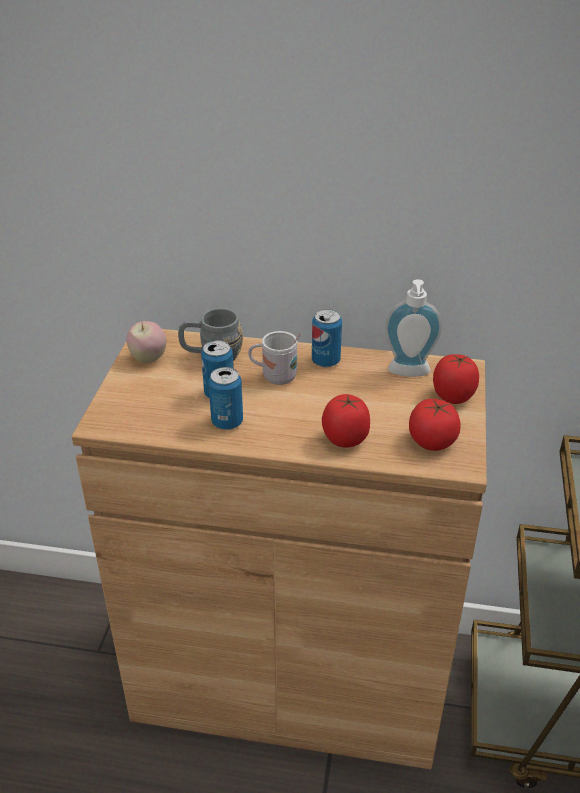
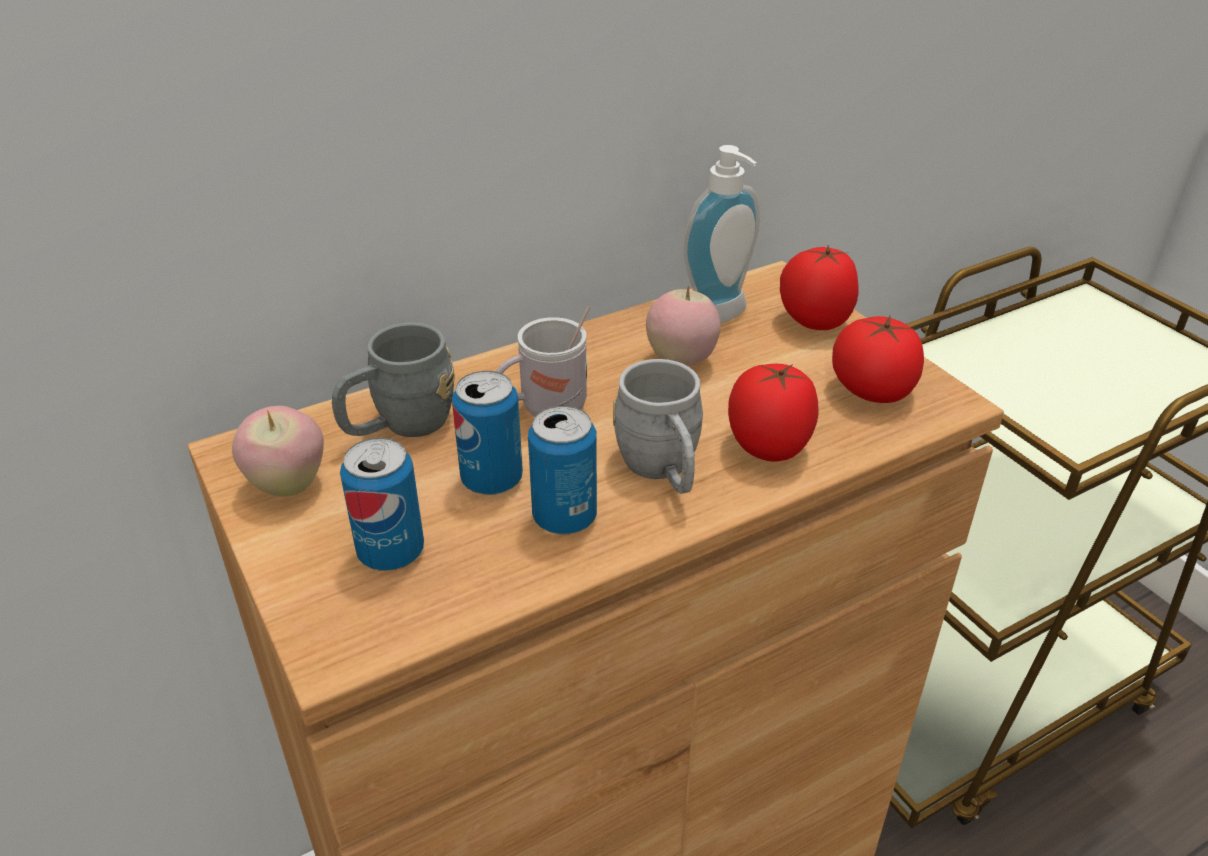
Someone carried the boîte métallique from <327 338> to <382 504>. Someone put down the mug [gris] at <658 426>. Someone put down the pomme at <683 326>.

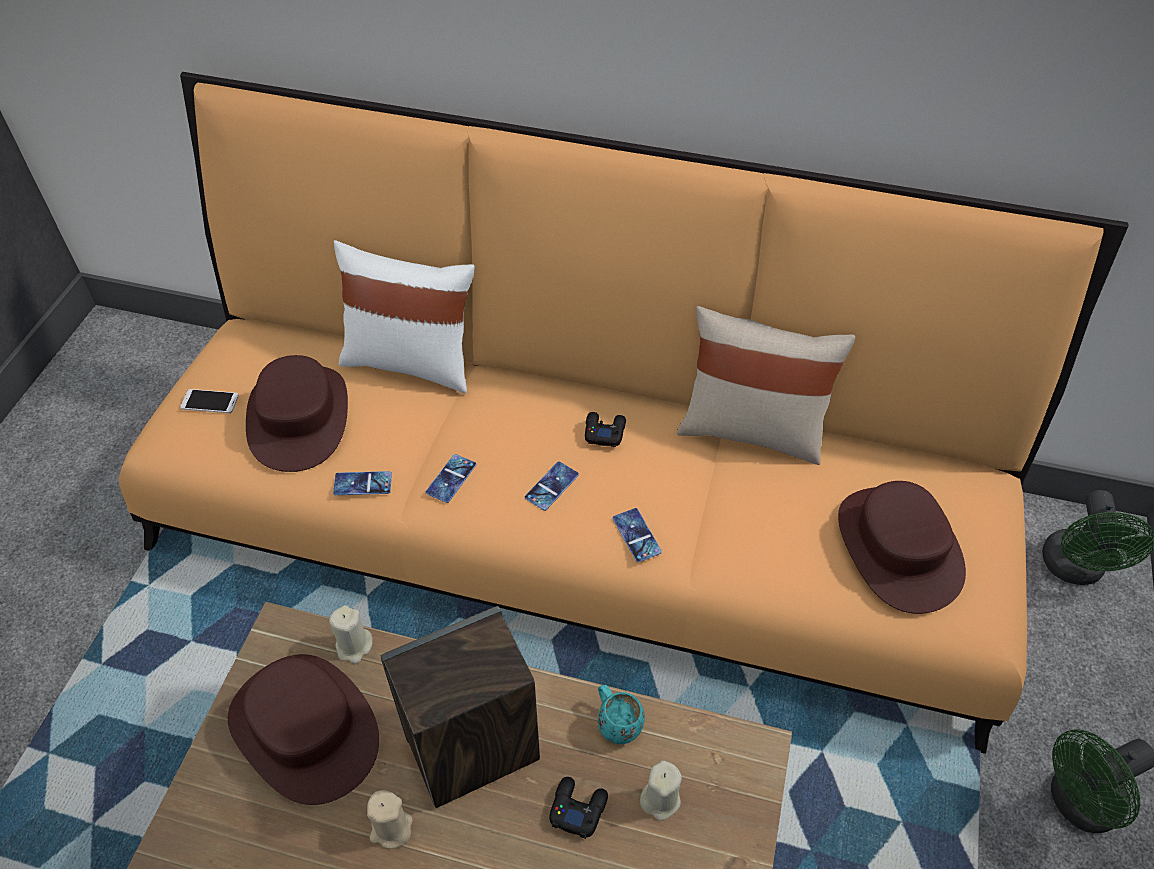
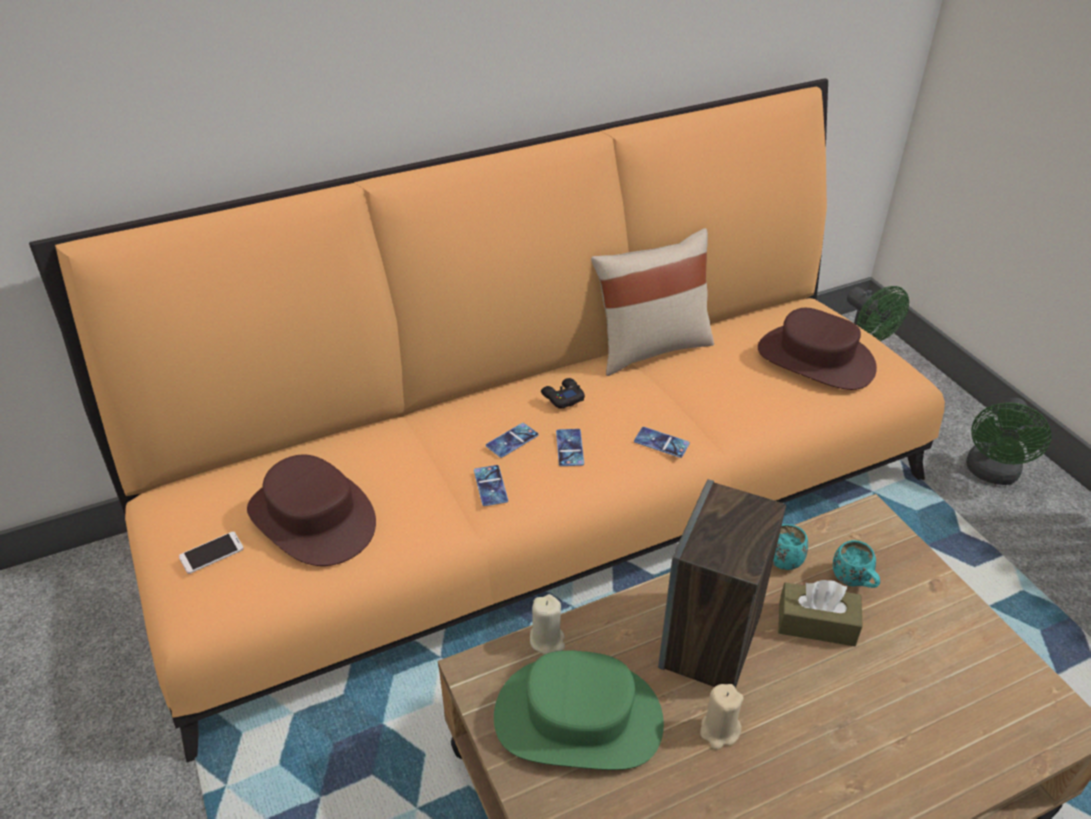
Someone repainted the chapeau [marron] at <303 729>, which became the chapeau [vert] at <579 710>. Someone carried the téléphone from <362 483> to <512 440>. Someone took away the coussin [blanc] at <404 316>. Someone swapped the manette [noir] at <578 808> for the boîte à mouchoirs [marron] at <820 613>. Someone swapped the bougie [beige] at <661 790> for the mug [turquoise] at <856 564>.

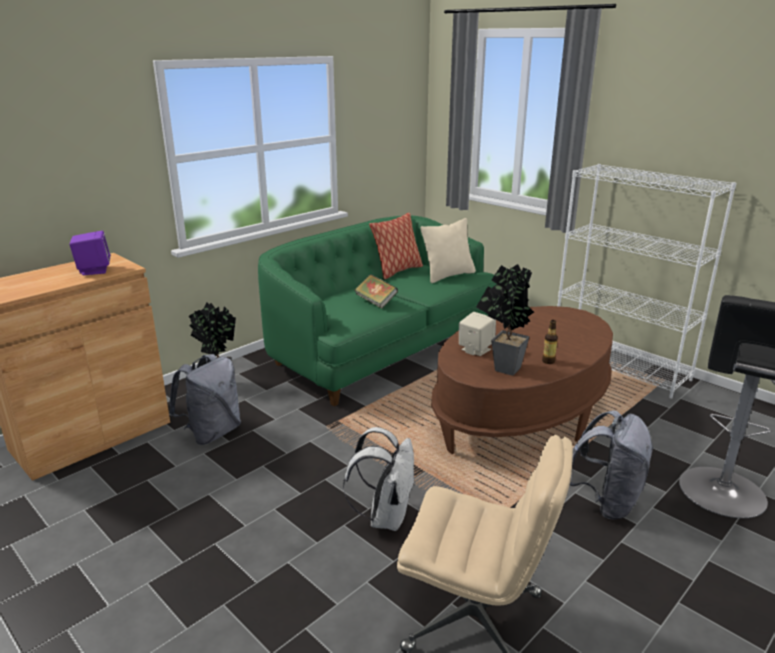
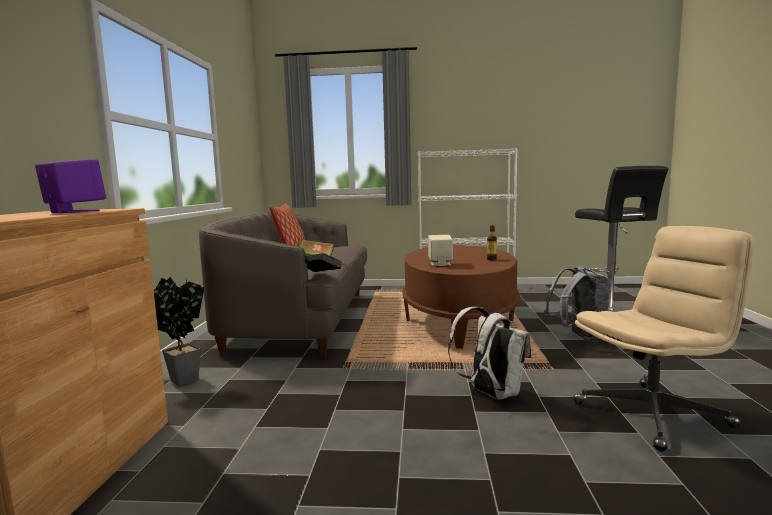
Someone took away the sac à dos [gris] at <205 399>. Someone repainted the canapé [vert] at <377 311>, which became the canapé [gris] at <283 284>. Someone took away the coussin [beige] at <448 250>. Someone took away the plante en pot at <505 320>. Someone put down the livre at <323 262>.

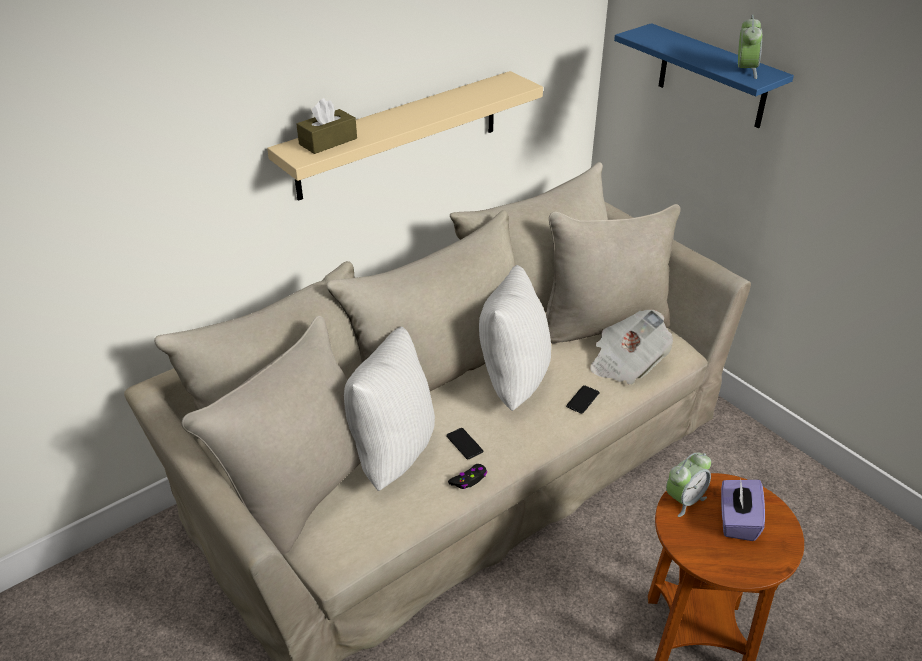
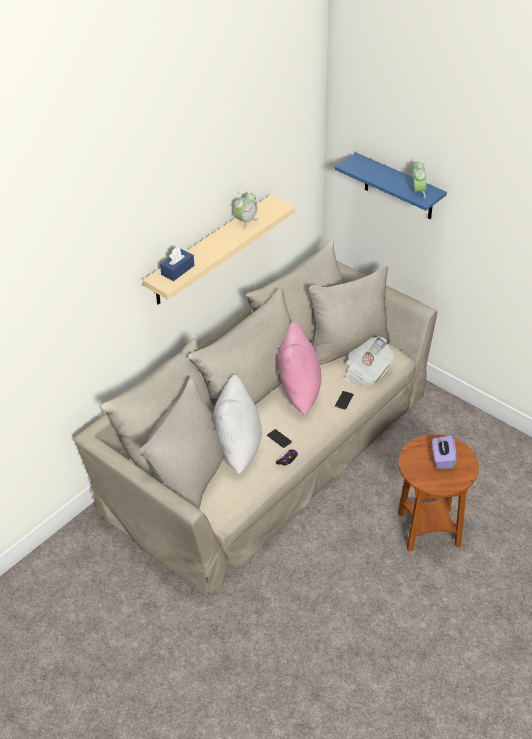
Someone repainted the boîte à mouchoirs [marron] at <326 126>, which became the boîte à mouchoirs [bleu] at <177 264>. Someone repainted the coussin [blanc] at <515 338>, which became the coussin [rose] at <299 368>. Someone carried the réveil from <688 484> to <246 210>.

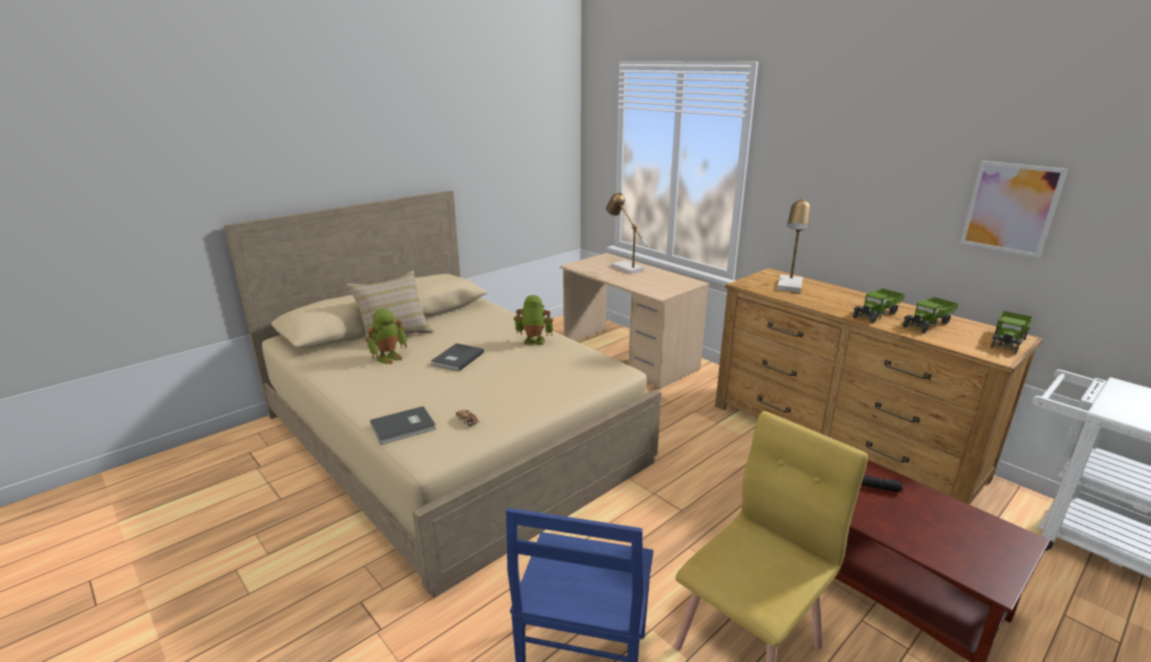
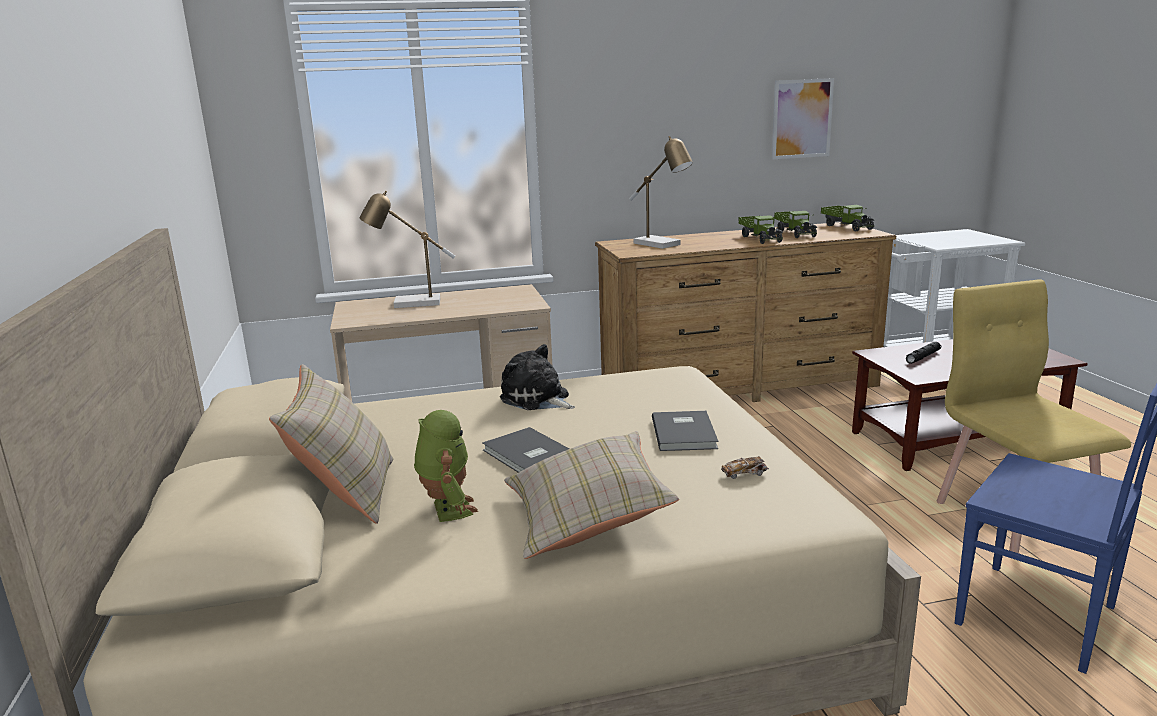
Someone carried the livre [gris] from <403 425> to <685 431>. Someone swapped the robot jouet at <533 320> for the peluche at <537 377>. Someone put down the coussin [beige] at <591 495>.

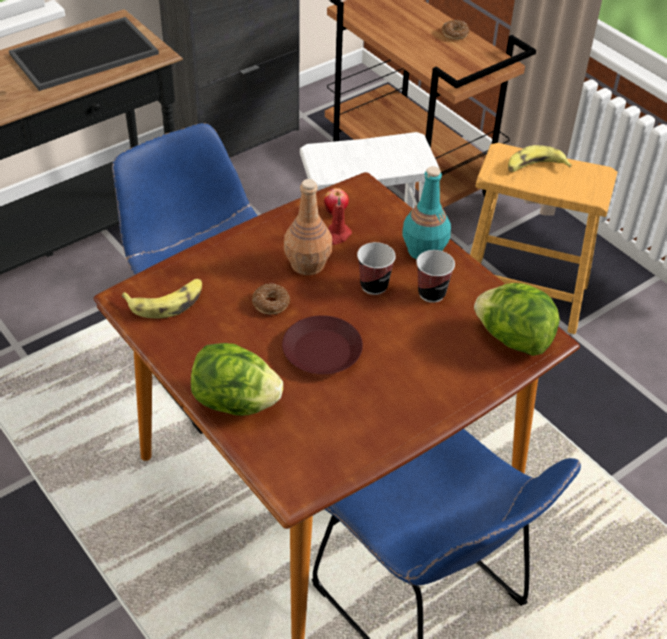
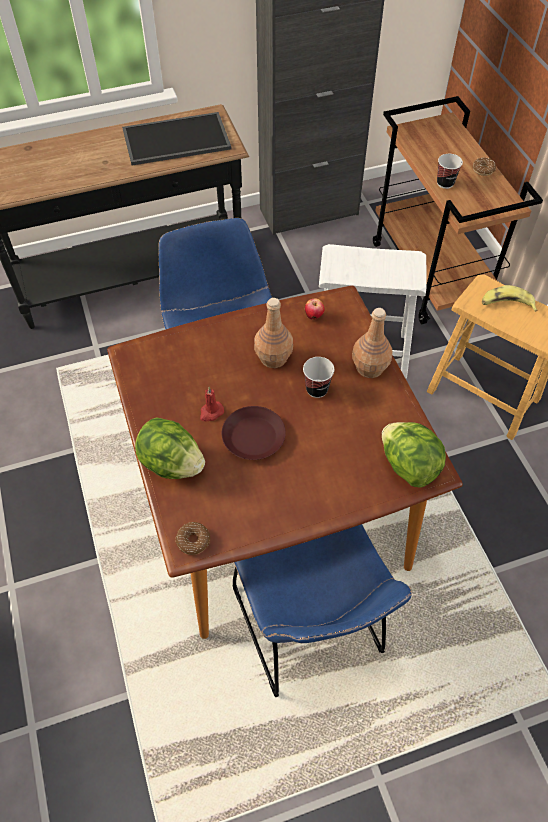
Someone took away the banane at <162 298>. Someone carried the beignet from <271 299> to <192 538>. Someone carried the bougie [rouge] from <340 220> to <212 404>. Someone repainted the bouteille [turquoise] at <426 213>, which became the bouteille [marron] at <372 343>. Someone carried the tasse from <435 276> to <450 171>.

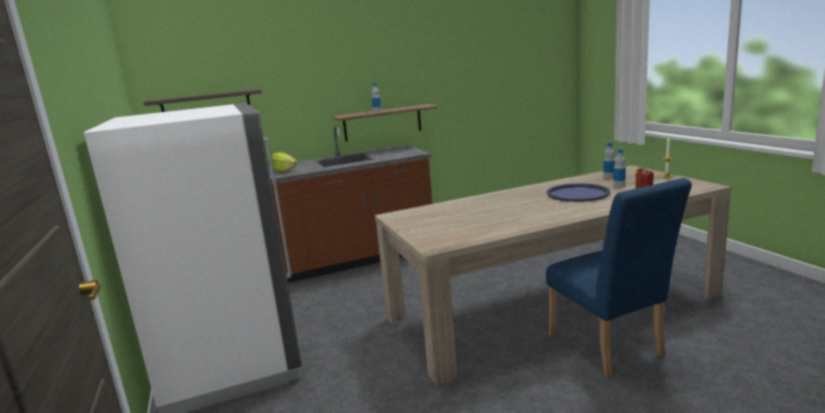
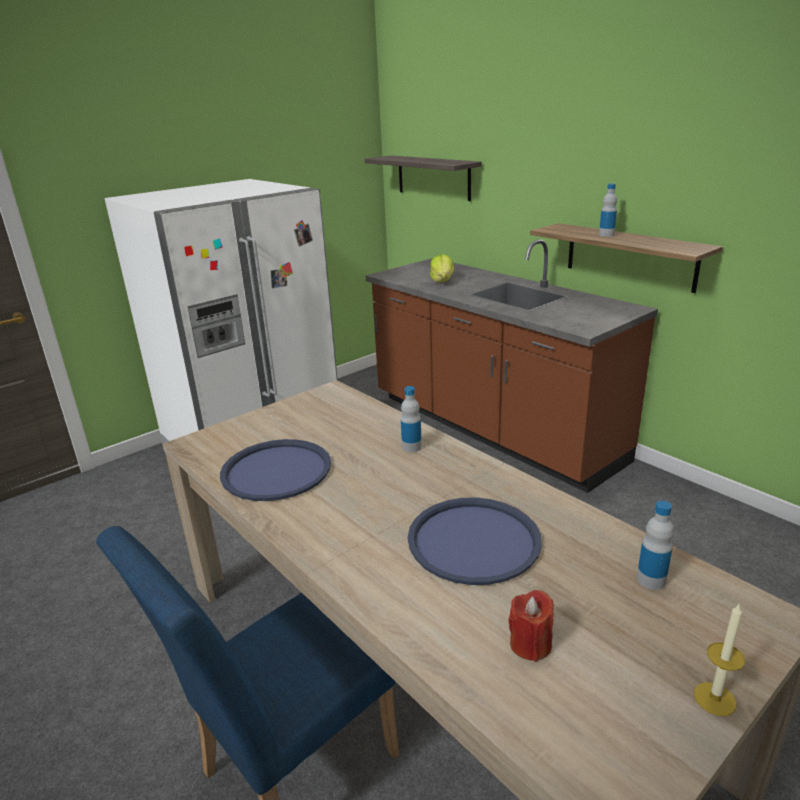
Someone carried the bouteille from <619 167> to <411 419>. Someone put down the plateau [bleu] at <275 470>.

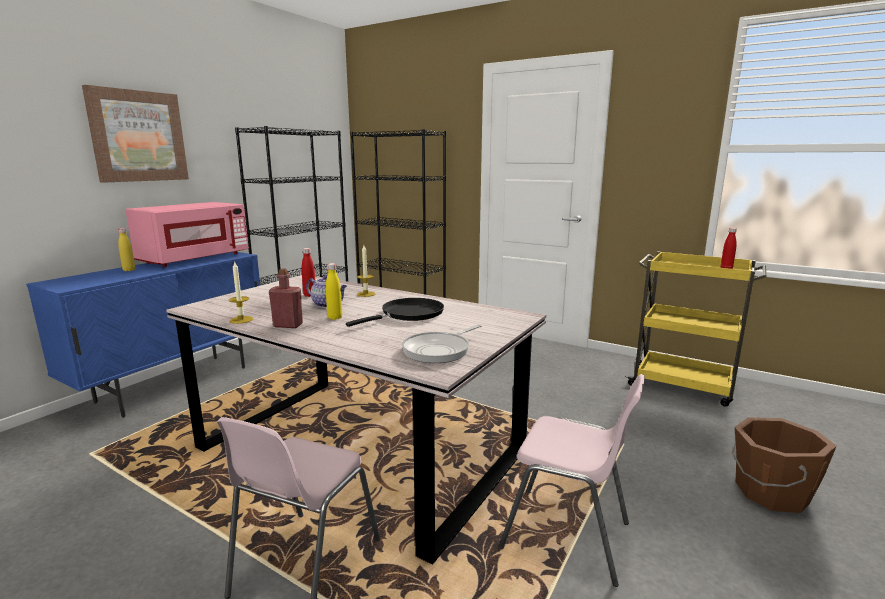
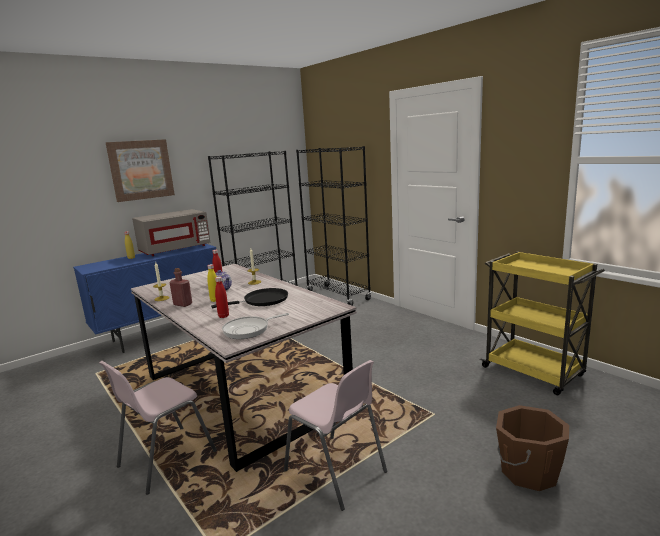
Someone repainted the micro-ondes [rose] at <187 234>, which became the micro-ondes [gris] at <171 232>. Someone carried the bouteille [rouge] from <729 248> to <222 297>.

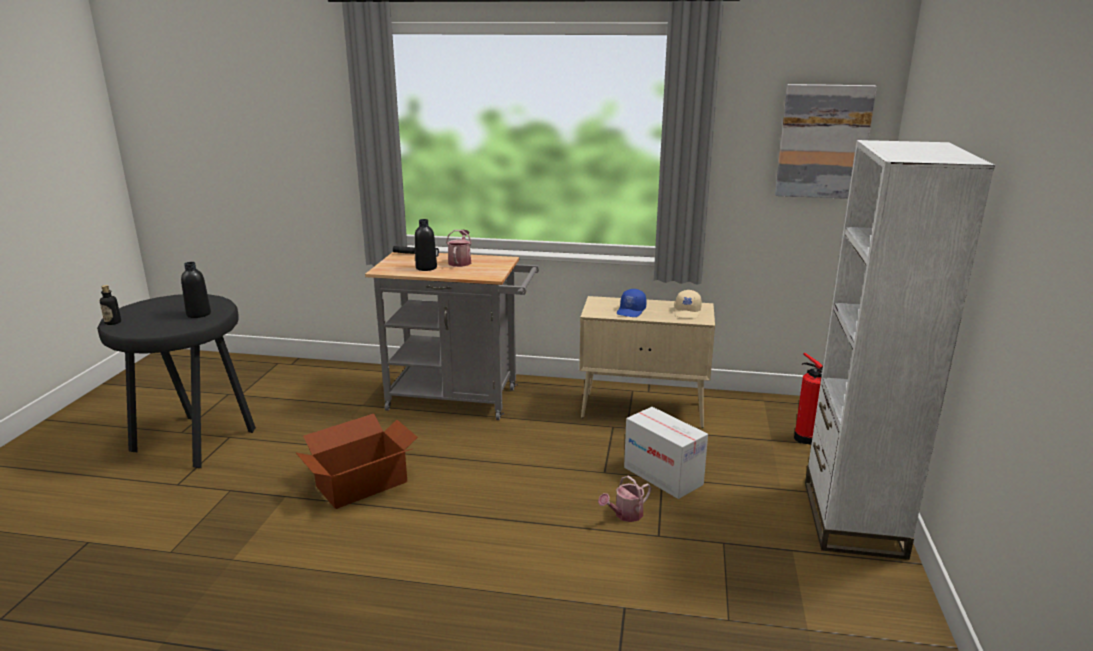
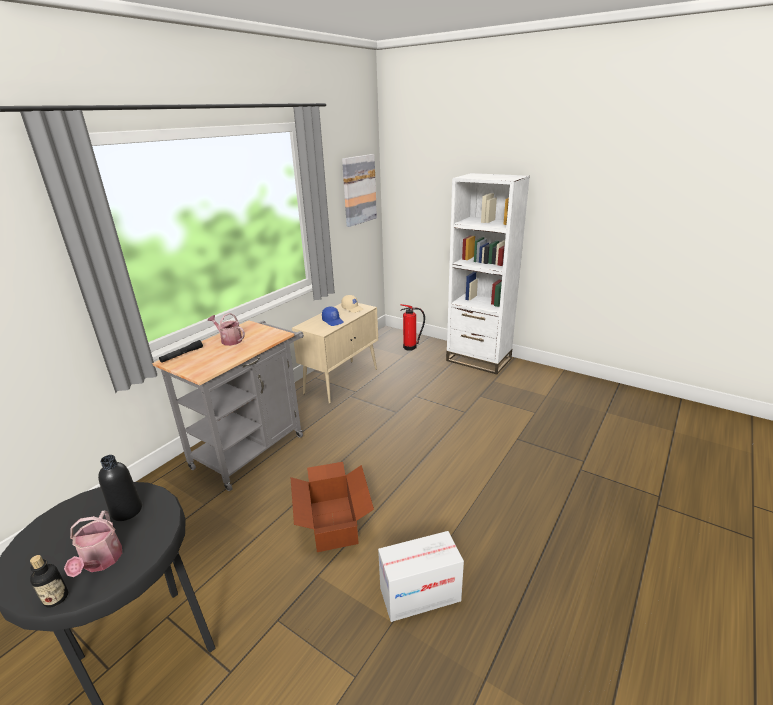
Someone took away the bouteille [noir] at <426 245>. Someone carried the arrosoir from <625 498> to <93 543>. Someone carried the carton from <666 453> to <421 576>.

